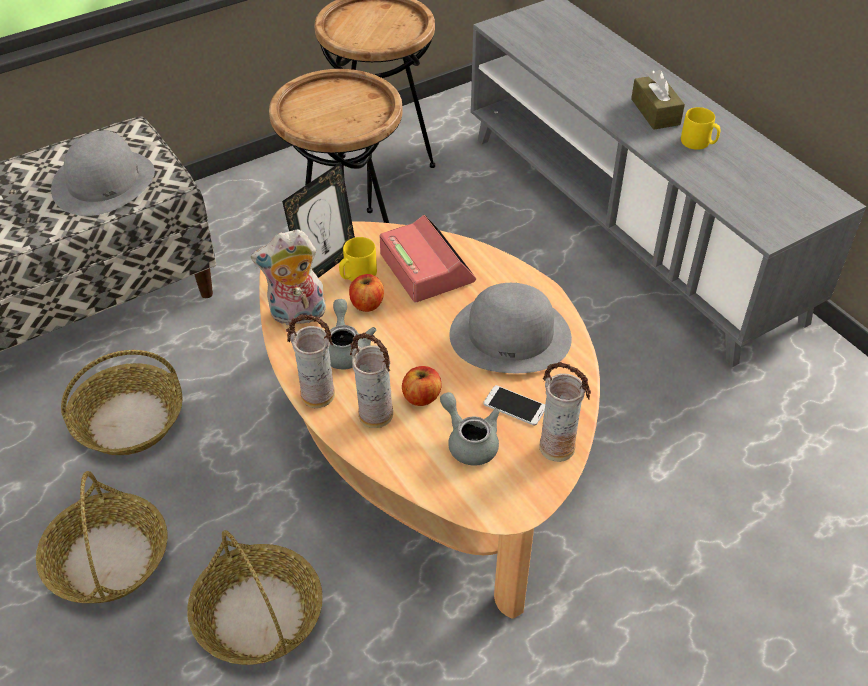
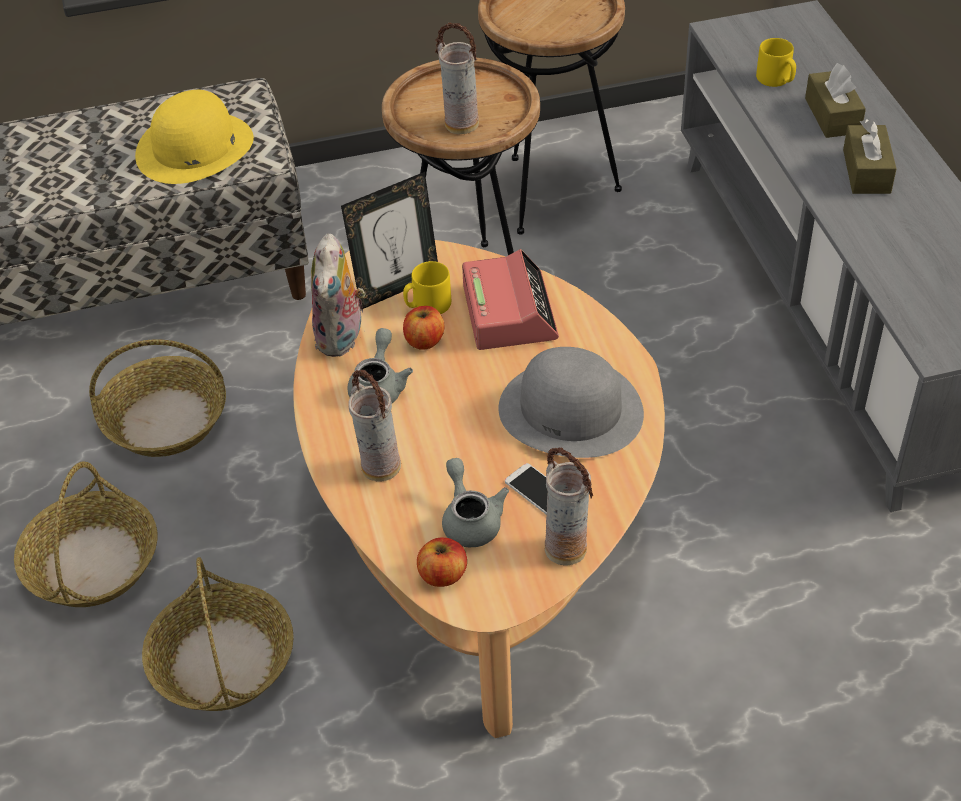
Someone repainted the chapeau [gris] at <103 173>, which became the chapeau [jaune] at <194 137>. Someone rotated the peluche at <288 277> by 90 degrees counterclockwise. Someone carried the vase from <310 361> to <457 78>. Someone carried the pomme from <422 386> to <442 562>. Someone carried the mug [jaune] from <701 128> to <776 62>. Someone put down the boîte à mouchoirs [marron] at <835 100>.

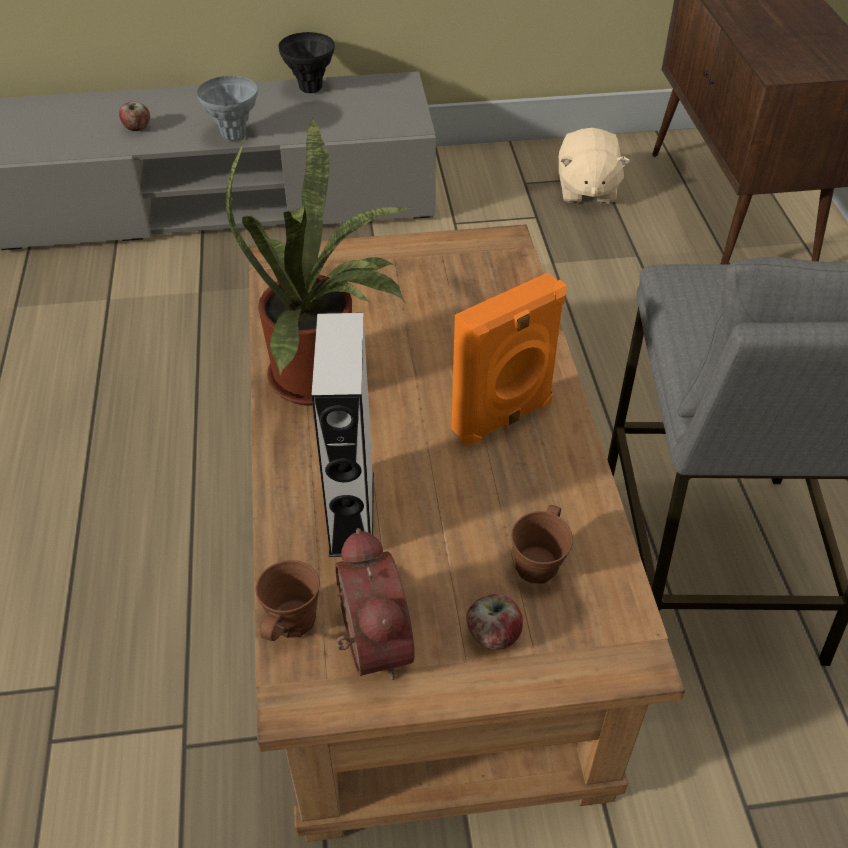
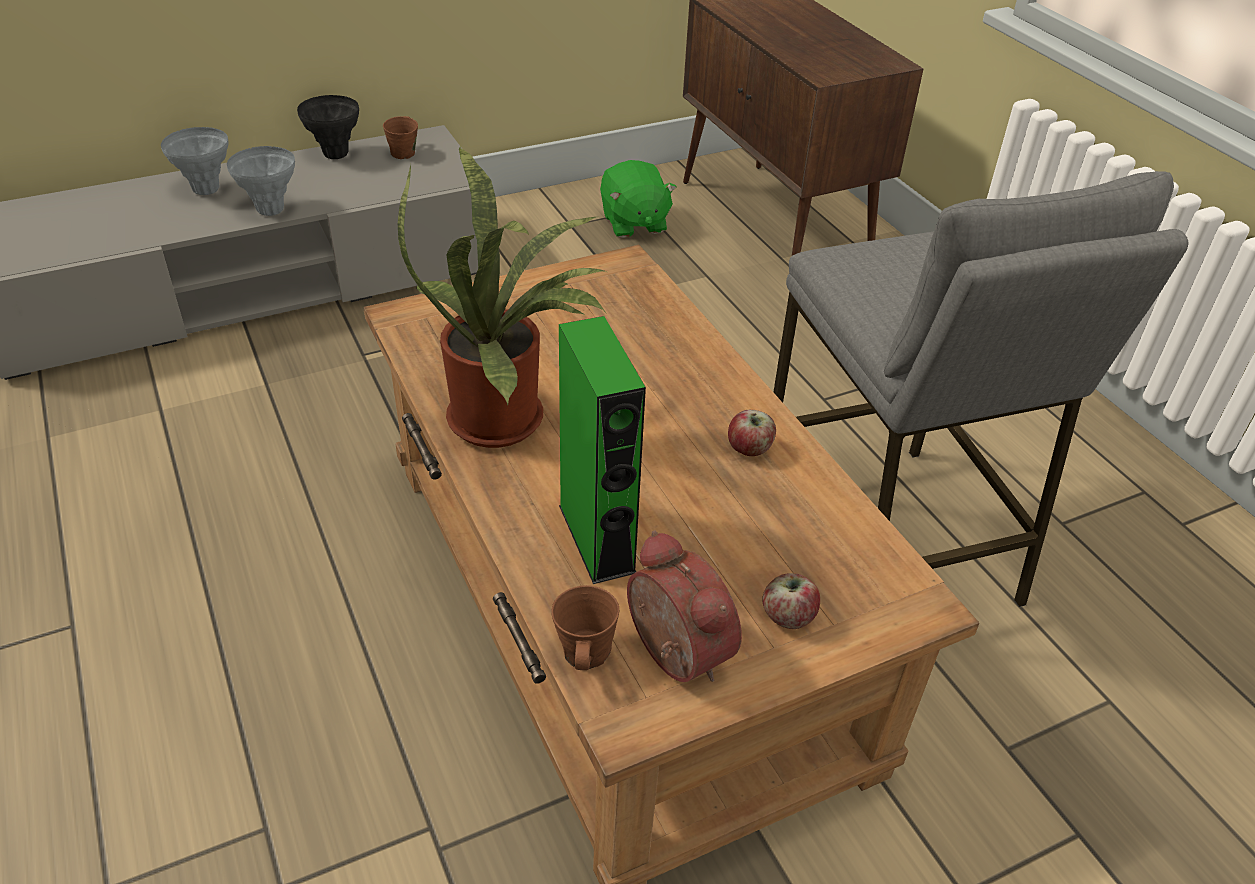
Someone carried the pomme from <134 116> to <752 433>. Someone repainted the enceinte [gris] at <342 435>, which became the enceinte [vert] at <602 450>. Someone took away the enceinte [orange] at <509 359>. Someone carried the mug [marron] from <542 544> to <400 137>. Someone repainted the peluche [beige] at <594 166>, which became the peluche [vert] at <638 199>. Someone put down the vase [gris] at <195 161>.

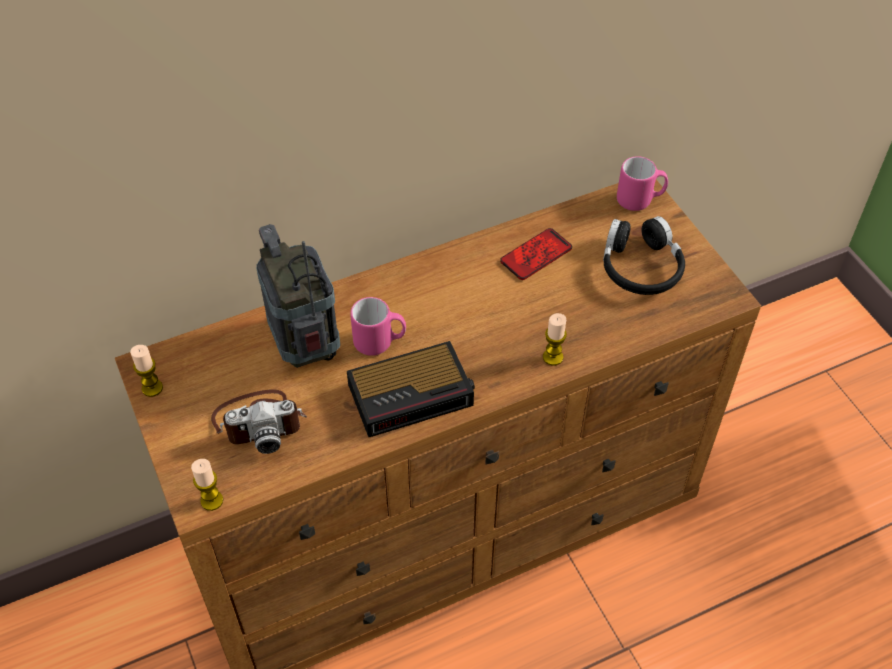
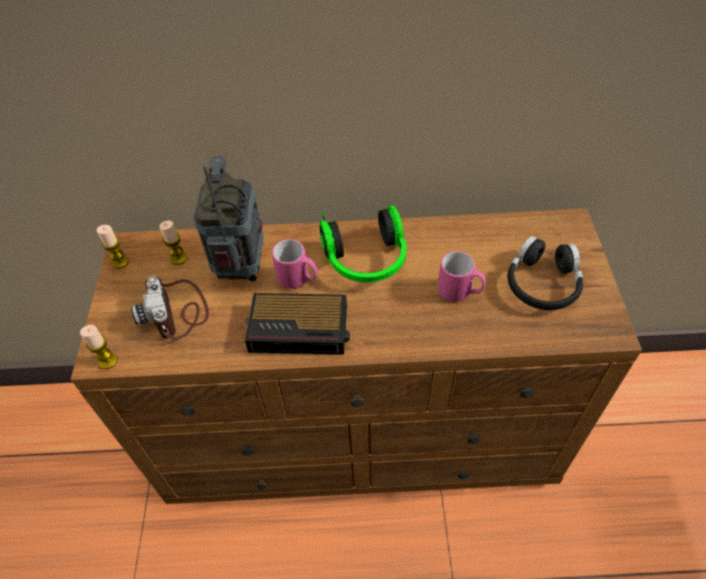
Someone rotated the appareil photo at <259 421> by 60 degrees clockwise. Someone took away the téléphone at <536 254>. Someone carried the bougie from <555 339> to <173 242>. Someone carried the mug [rose] from <642 183> to <462 276>. Someone put down the casque audio at <362 243>.

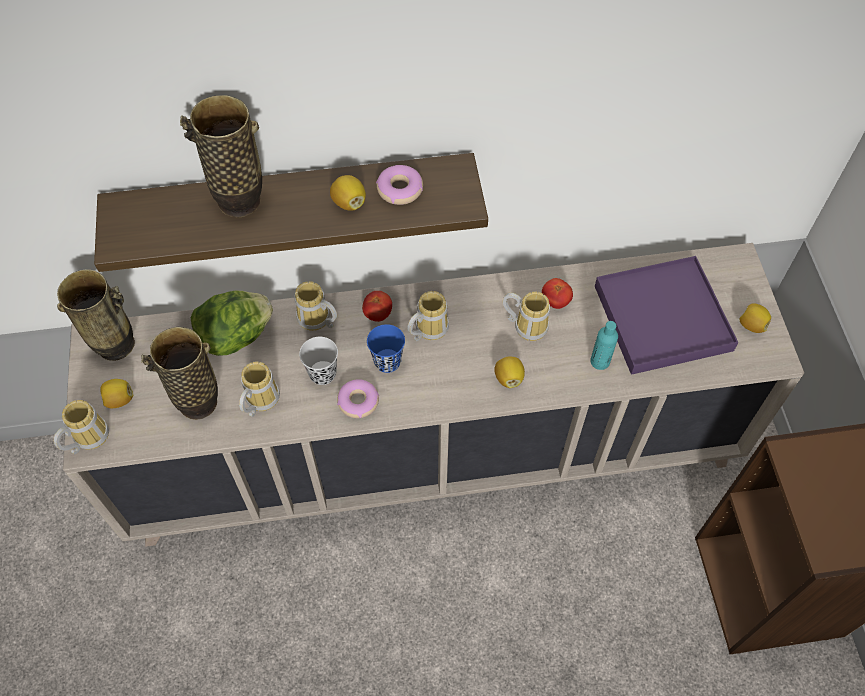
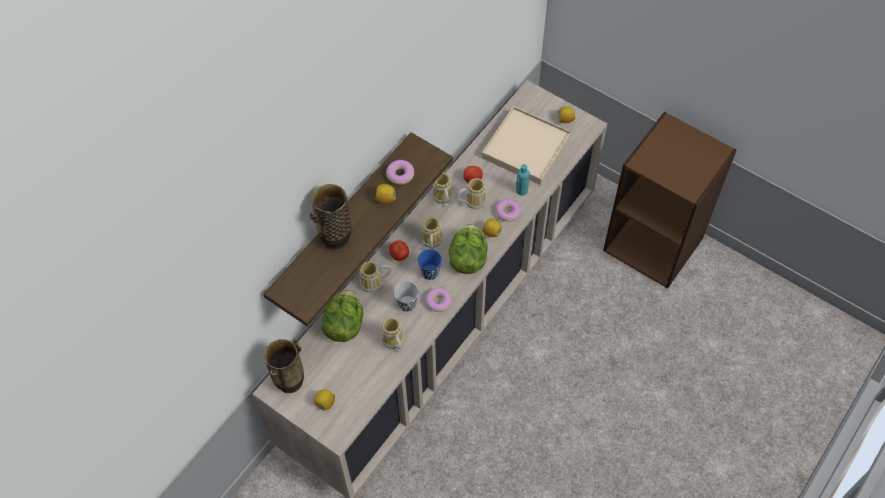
Someone carried the mug from <81 427> to <442 190>. Someone took away the vase at <179 373>. Someone repainted the plateau [violet] at <666 315>, which became the plateau [beige] at <527 145>. Someone put down the laitue at <468 249>. Someone put down the beignet at <508 210>.

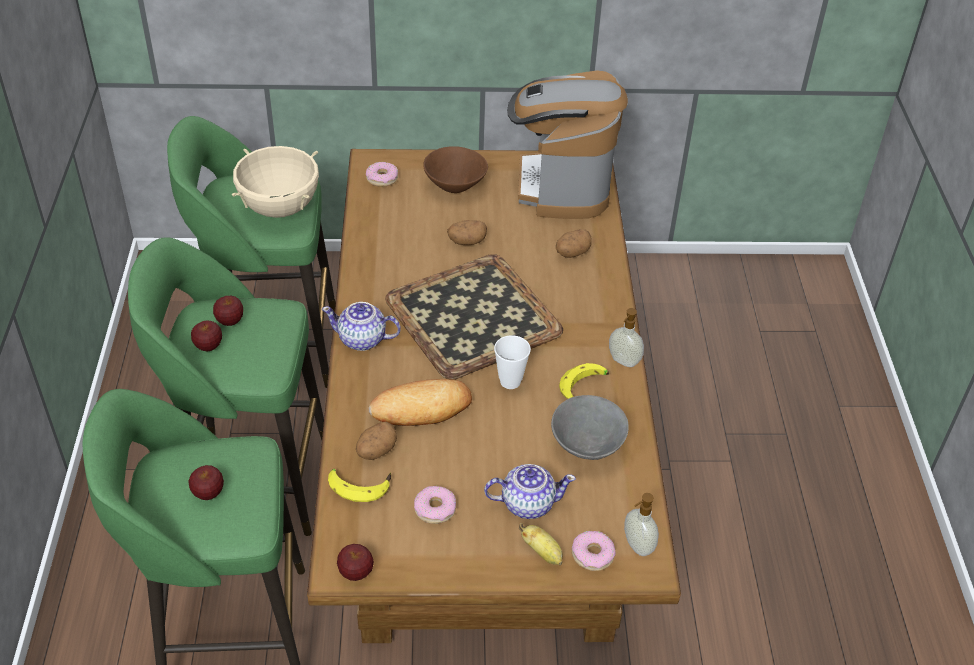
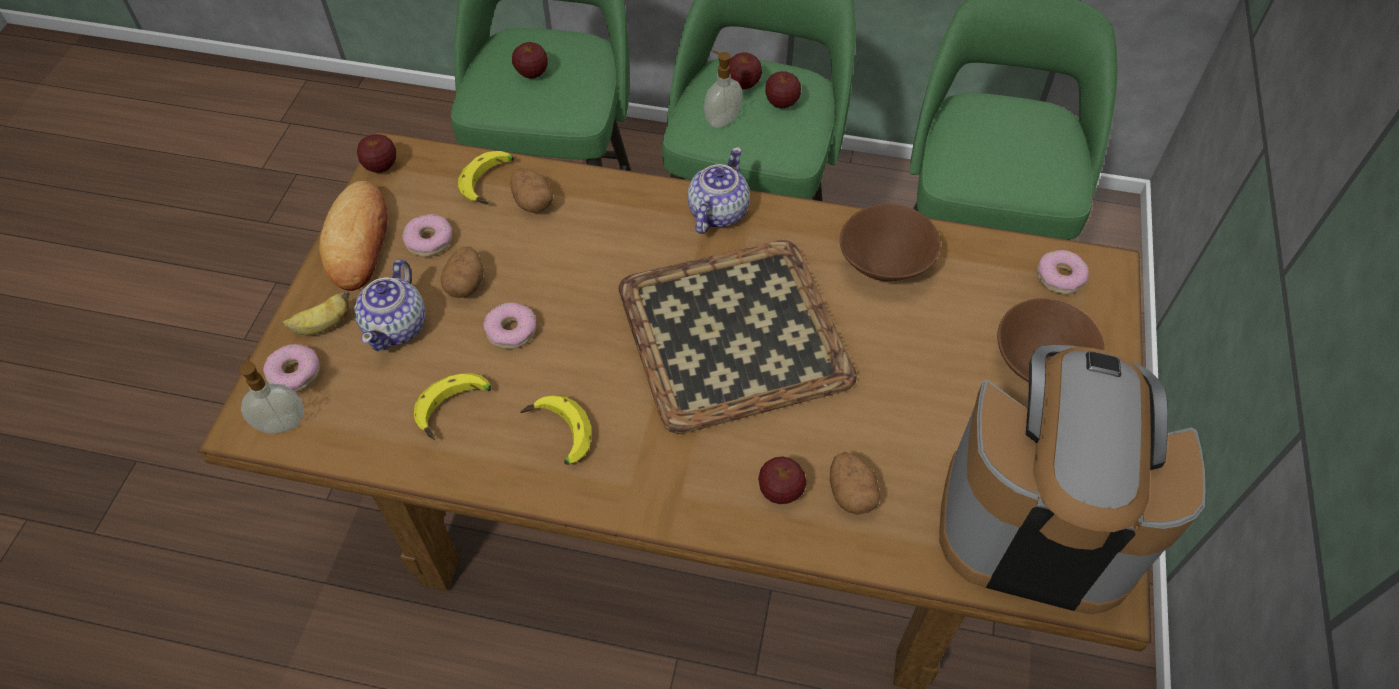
Someone took away the marmite [beige] at <275 182>. Someone carried the pain from <420 402> to <353 236>. Someone carried the pomme de terre from <467 232> to <462 272>. Someone took away the tasse at <512 362>. Someone swapped the bol [gris] at <590 427> for the banane at <452 406>. Someone carried the distributeur de savon from <626 337> to <723 89>. Someone put down the beignet at <509 325>. Someone put down the pomme at <782 480>. Someone put down the bol [marron] at <890 242>.

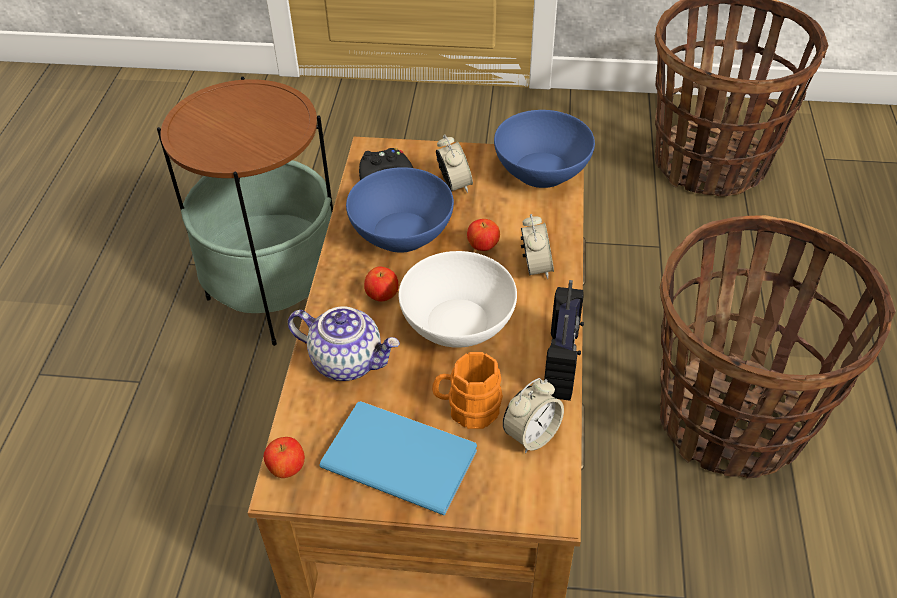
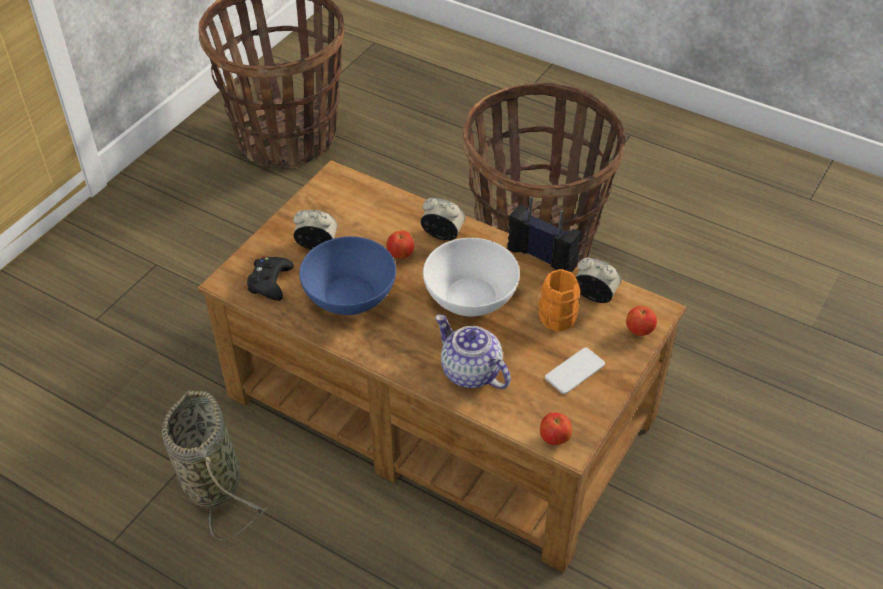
Someone swapped the table d'appoint at <245 211> for the panier at <214 465>. Someone rotated the théière at <344 343> by 90 degrees counterclockwise. Someone swapped the livre [bleu] at <398 458> for the téléphone at <575 370>. Someone carried the pomme from <381 284> to <641 321>. Someone took away the bol [bleu] at <544 149>. Someone rotated the réveil at <533 415> by 45 degrees counterclockwise.

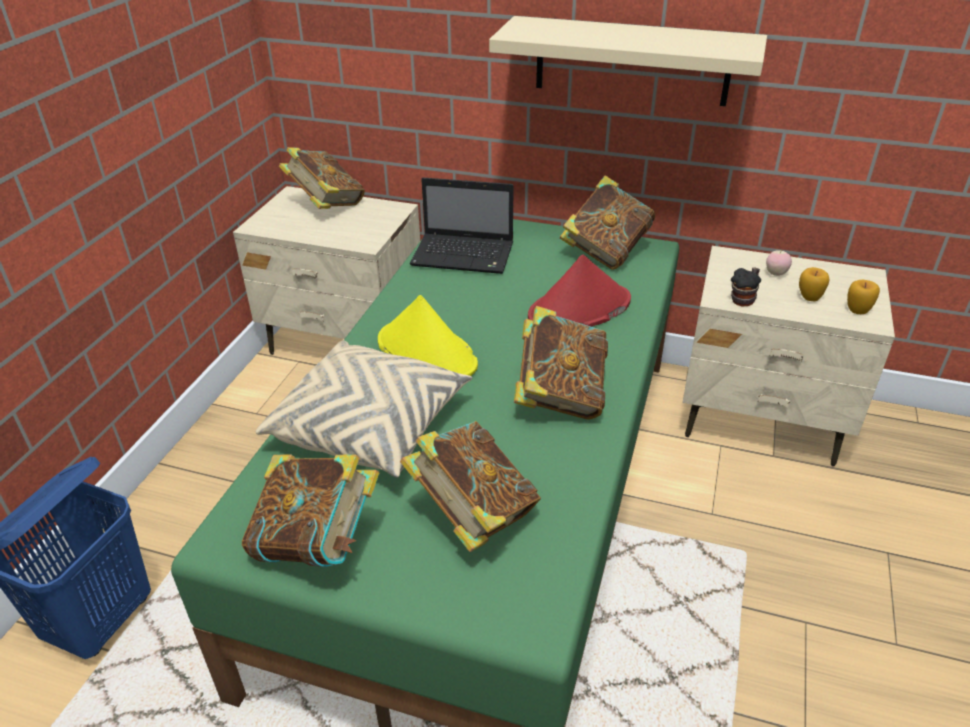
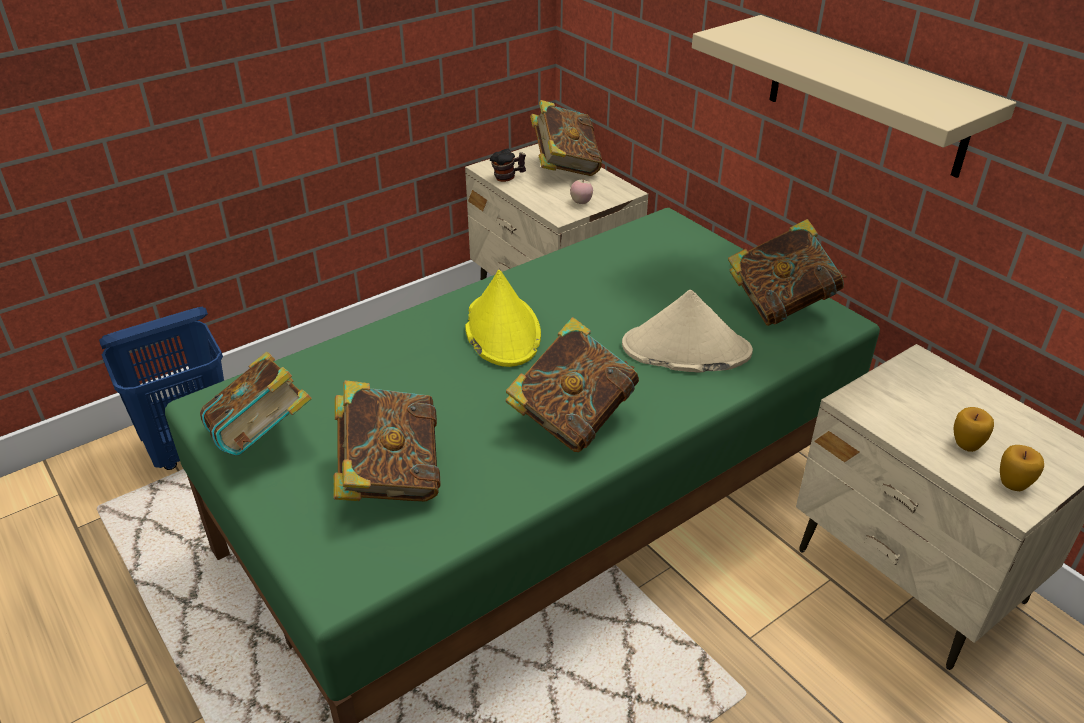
Someone took away the coussin [beige] at <364 409>. Someone took away the ordinateur portable at <462 226>. Someone repainted the chapeau [rouge] at <579 291>, which became the chapeau [beige] at <687 331>. Someone carried the mug from <746 286> to <508 165>. Someone carried the pomme from <779 262> to <581 191>.

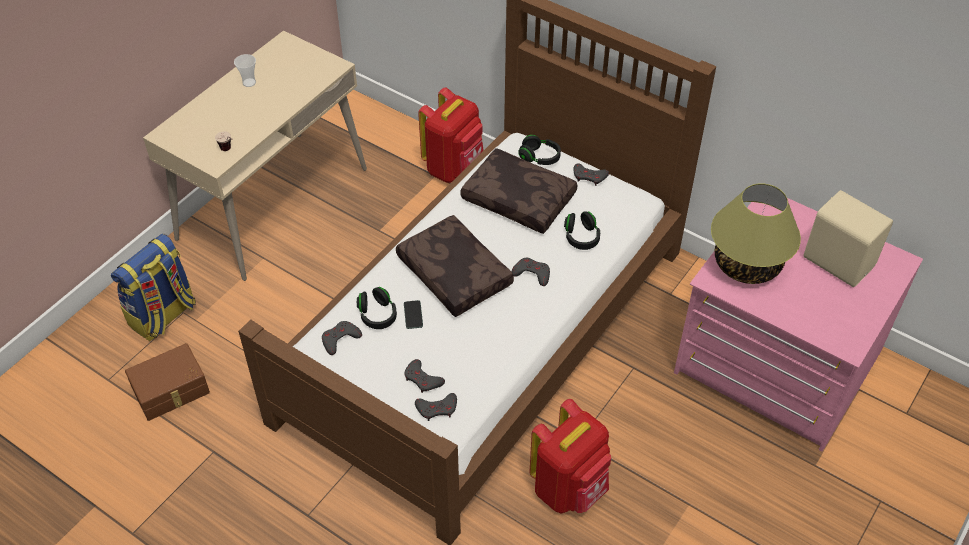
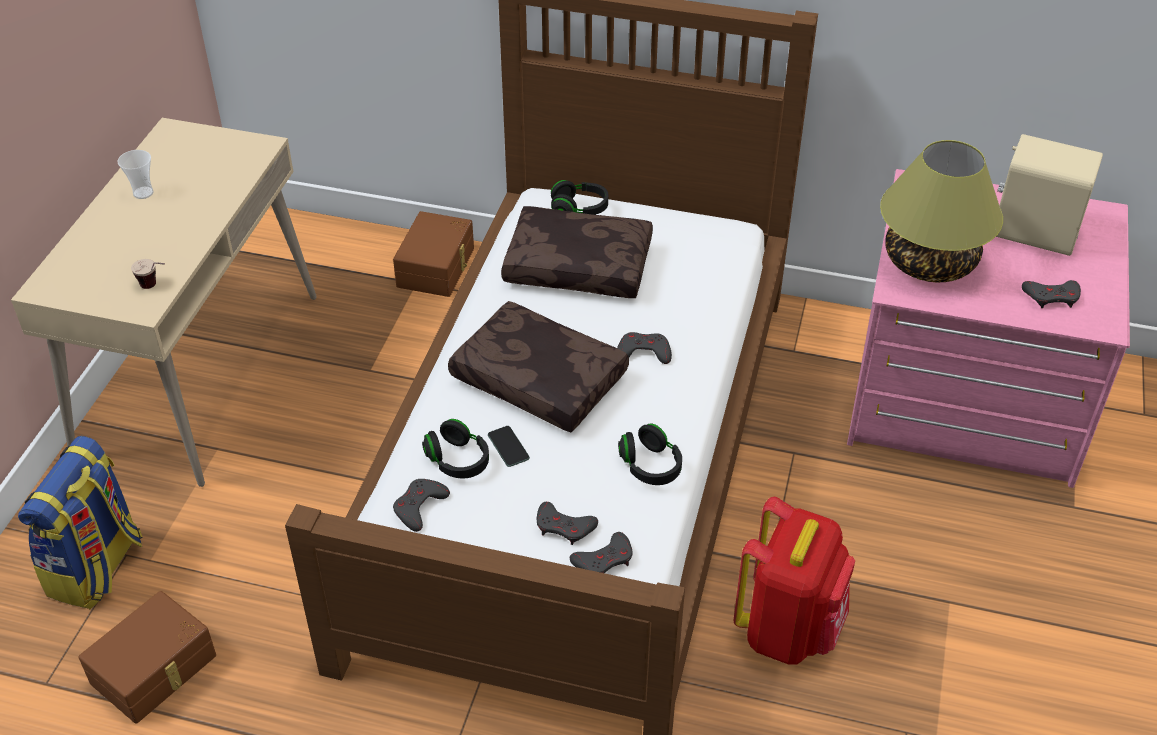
Someone swapped the sac à dos [rouge] at <451 135> for the boîte de rangement [marron] at <433 254>. Someone carried the casque audio [noir] from <582 230> to <650 454>. Someone carried the manette [gris] from <591 174> to <1051 294>.

